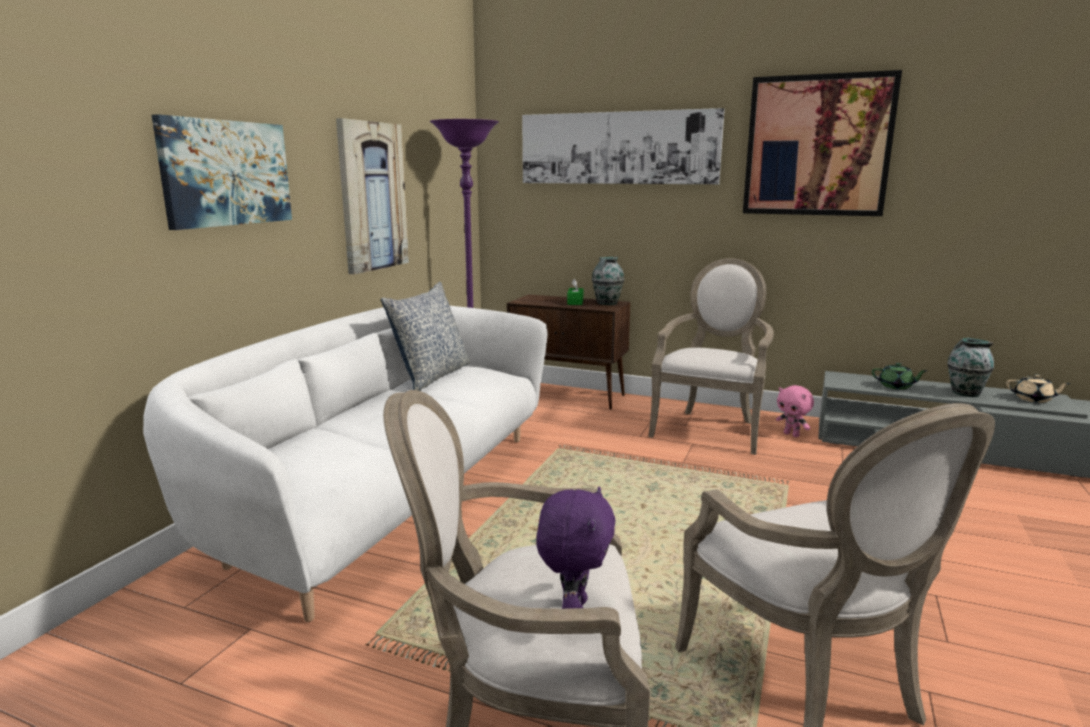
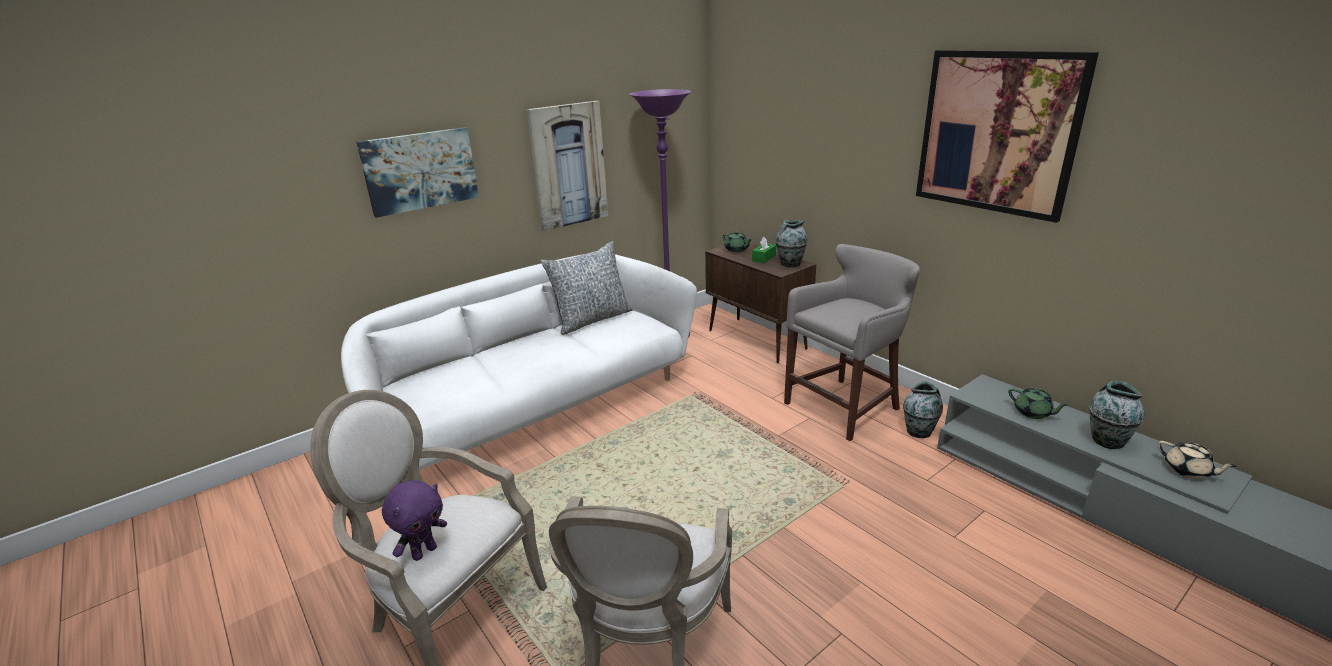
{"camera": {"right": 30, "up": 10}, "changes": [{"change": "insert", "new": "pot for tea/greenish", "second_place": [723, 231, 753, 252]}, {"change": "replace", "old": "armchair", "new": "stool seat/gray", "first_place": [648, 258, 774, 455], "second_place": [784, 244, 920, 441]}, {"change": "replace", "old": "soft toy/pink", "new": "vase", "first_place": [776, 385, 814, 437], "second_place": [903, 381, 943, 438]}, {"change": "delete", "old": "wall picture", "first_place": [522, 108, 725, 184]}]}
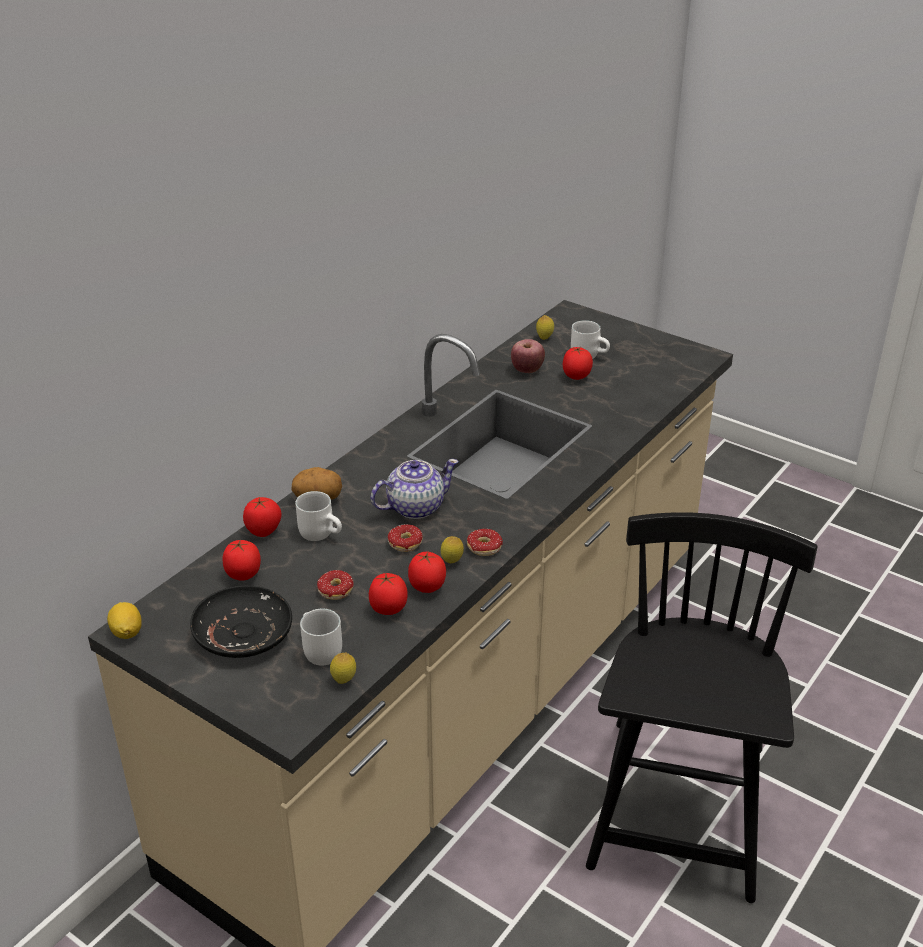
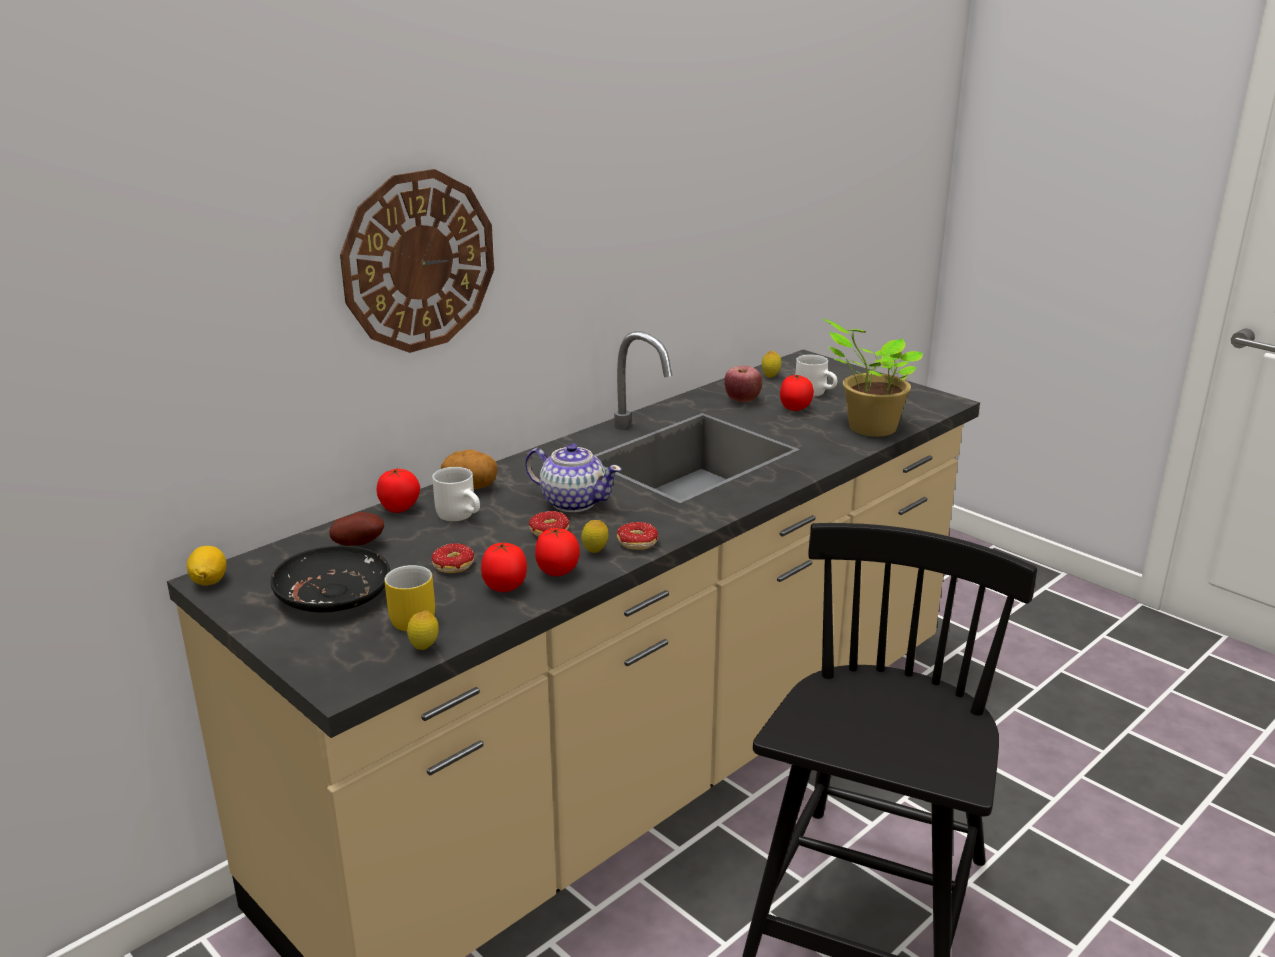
{"camera": {"right": 10, "up": -10}, "changes": [{"change": "replace", "old": "whole tomato", "new": "potato", "first_place": [223, 539, 261, 581], "second_place": [329, 512, 384, 546]}, {"change": "insert", "new": "clock on the wall", "second_place": [340, 169, 494, 353]}, {"change": "recolor", "old": "mug/white-coloured", "new": "mug/yellow", "first_place": [300, 608, 342, 666], "second_place": [384, 565, 435, 631]}, {"change": "rotate", "old": "pot for tea", "first_place": [371, 459, 459, 519], "second_place": [525, 443, 622, 512], "degrees": 45}, {"change": "insert", "new": "plant in a pot", "second_place": [823, 319, 923, 437]}]}
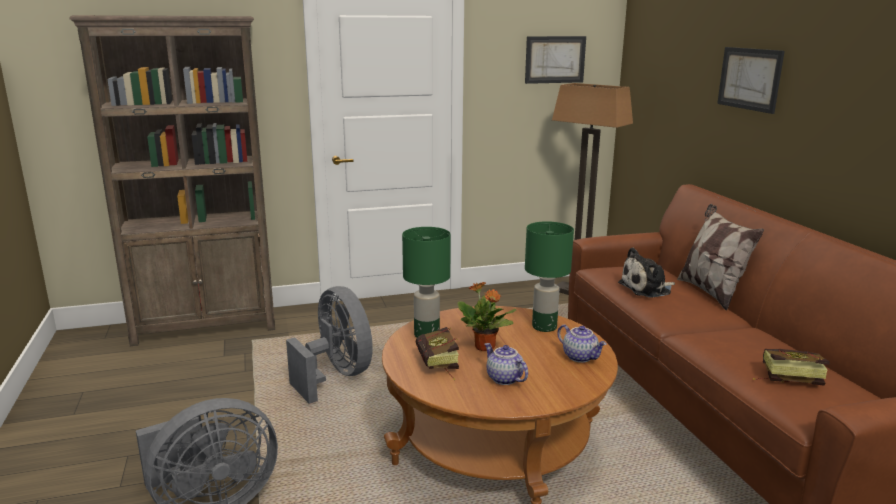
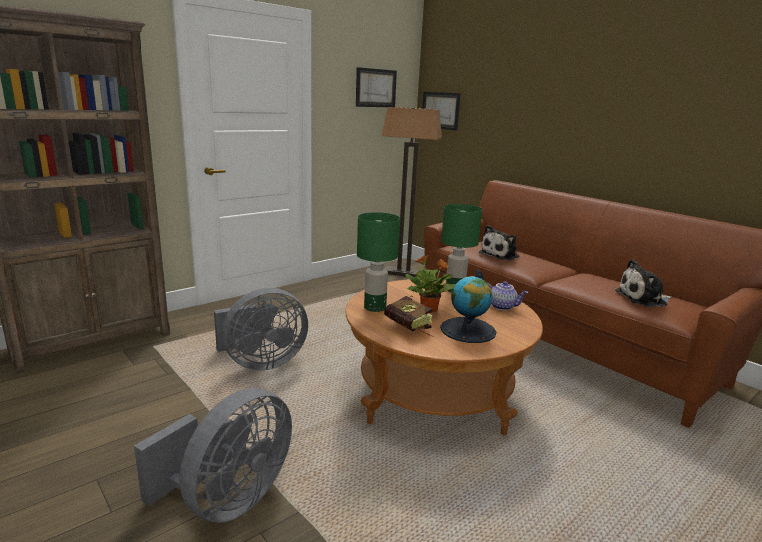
{"camera": {"right": -25, "up": 0}, "changes": [{"change": "rotate", "old": "electric fan/gray", "first_place": [286, 286, 373, 404], "second_place": [214, 288, 308, 371], "degrees": 120}, {"change": "move", "old": "wall picture", "first_place": [717, 47, 785, 114], "second_place": [422, 92, 461, 131]}, {"change": "replace", "old": "pot for tea", "new": "desk globe", "first_place": [485, 343, 528, 385], "second_place": [440, 270, 496, 343]}, {"change": "replace", "old": "book", "new": "soft toy", "first_place": [753, 349, 830, 386], "second_place": [615, 259, 672, 306]}, {"change": "delete", "old": "cushion", "first_place": [677, 204, 764, 311]}]}
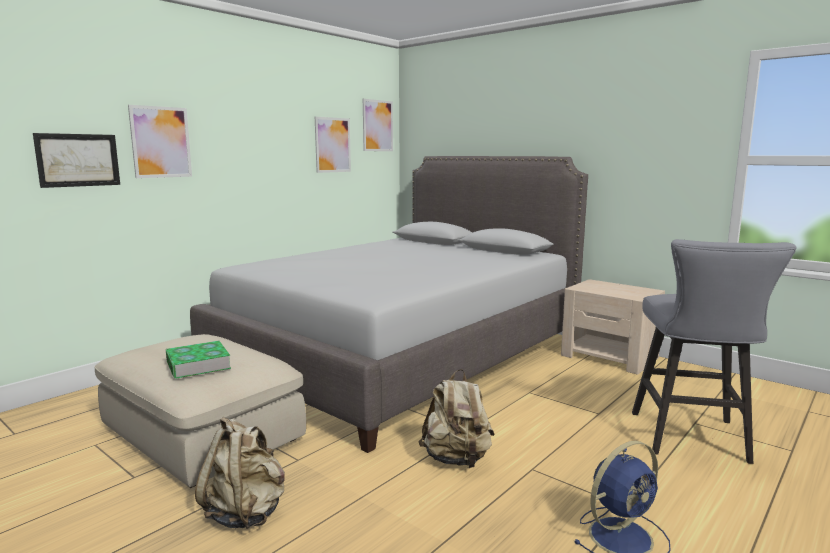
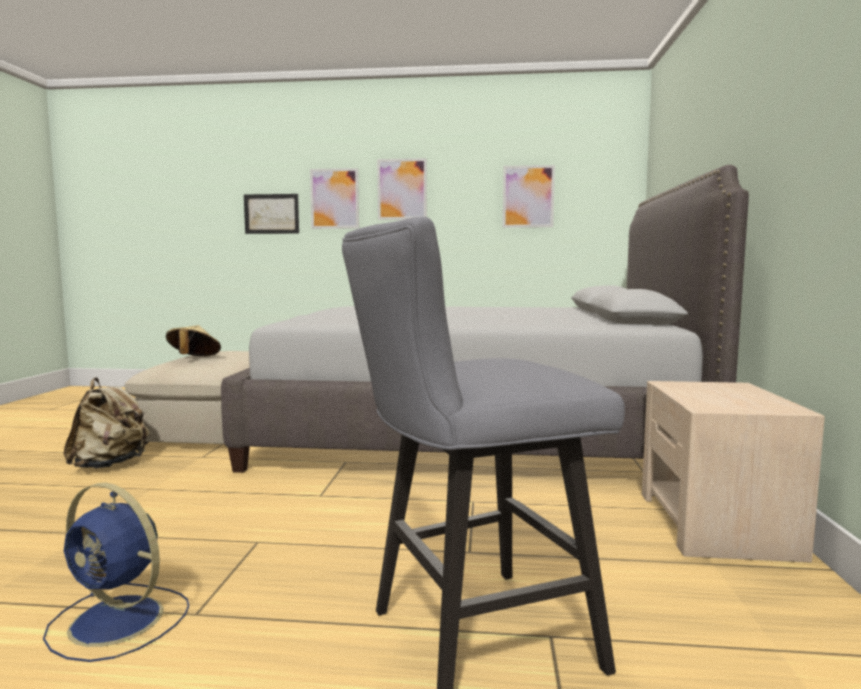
{"camera": {"right": 55, "up": -5}, "changes": [{"change": "replace", "old": "book", "new": "hat/beige", "first_place": [166, 341, 231, 379], "second_place": [166, 325, 221, 356]}, {"change": "move", "old": "wall picture", "first_place": [363, 99, 393, 151], "second_place": [377, 158, 427, 220]}, {"change": "delete", "old": "knapsack/beige", "first_place": [418, 369, 495, 468]}]}
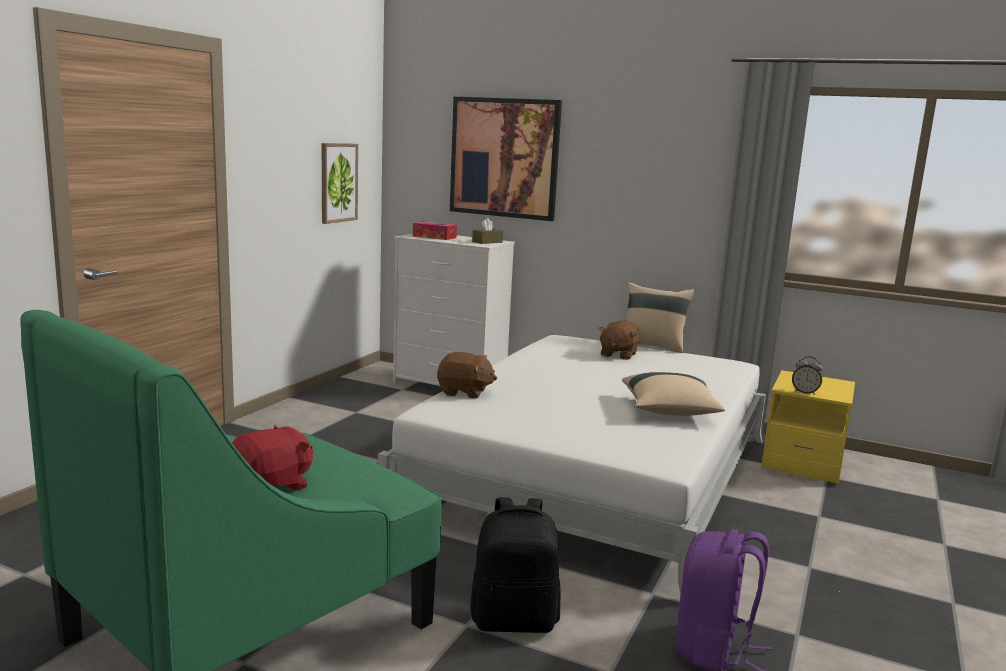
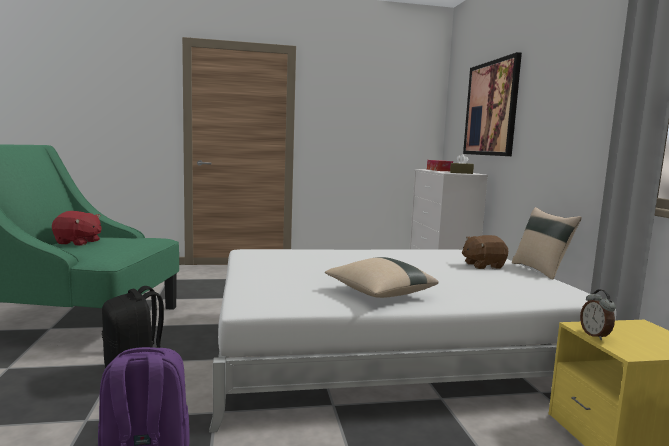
{"camera": {"right": 55, "up": -5}, "changes": [{"change": "delete", "old": "wall picture", "first_place": [322, 143, 358, 224]}, {"change": "delete", "old": "soft toy/brownish", "first_place": [437, 352, 497, 398]}]}
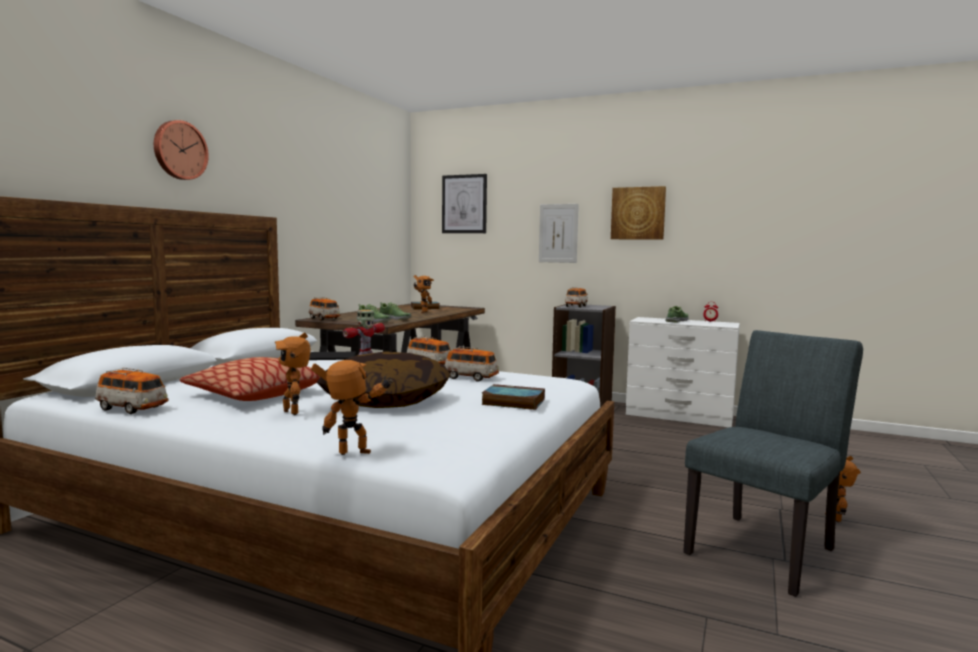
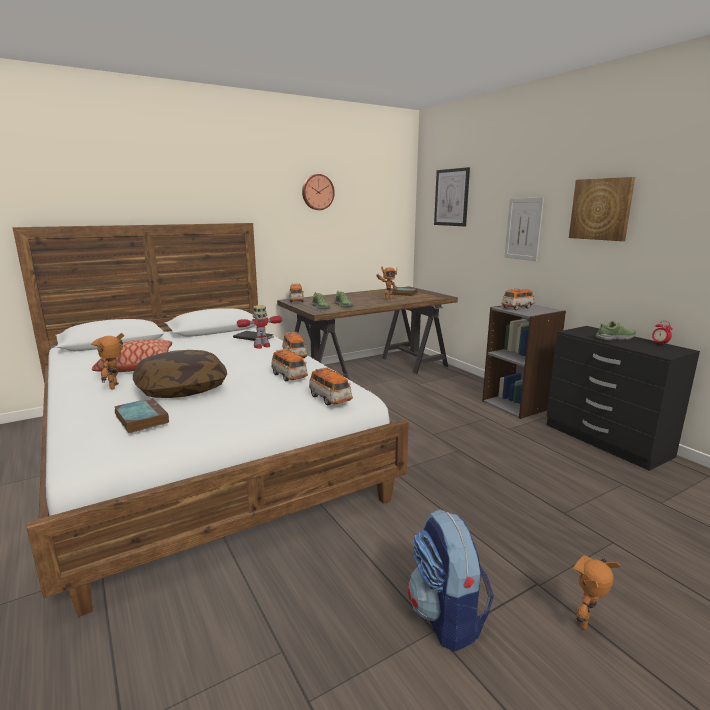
{"camera": {"right": 35, "up": 10}, "changes": [{"change": "move", "old": "book", "first_place": [481, 384, 545, 410], "second_place": [114, 398, 169, 433]}, {"change": "move", "old": "clock on the wall", "first_place": [154, 120, 209, 180], "second_place": [302, 174, 335, 210]}, {"change": "move", "old": "model car", "first_place": [95, 368, 169, 414], "second_place": [309, 367, 353, 405]}, {"change": "replace", "old": "plain chair/gray", "new": "knapsack", "first_place": [683, 330, 863, 597], "second_place": [408, 509, 494, 651]}, {"change": "recolor", "old": "dresser/white-coloured", "new": "dresser/black-coloured", "first_place": [626, 317, 740, 427], "second_place": [546, 326, 700, 471]}, {"change": "delete", "old": "toy robot", "first_place": [311, 360, 393, 455]}]}
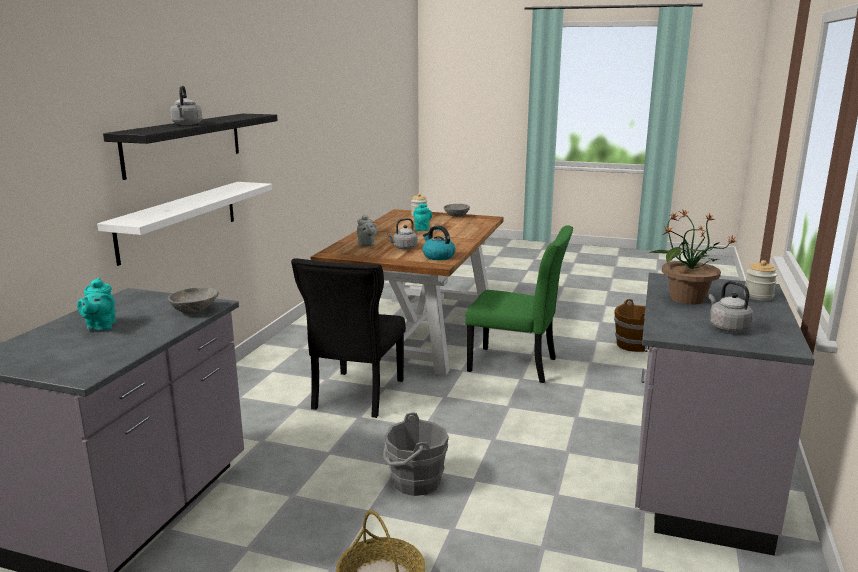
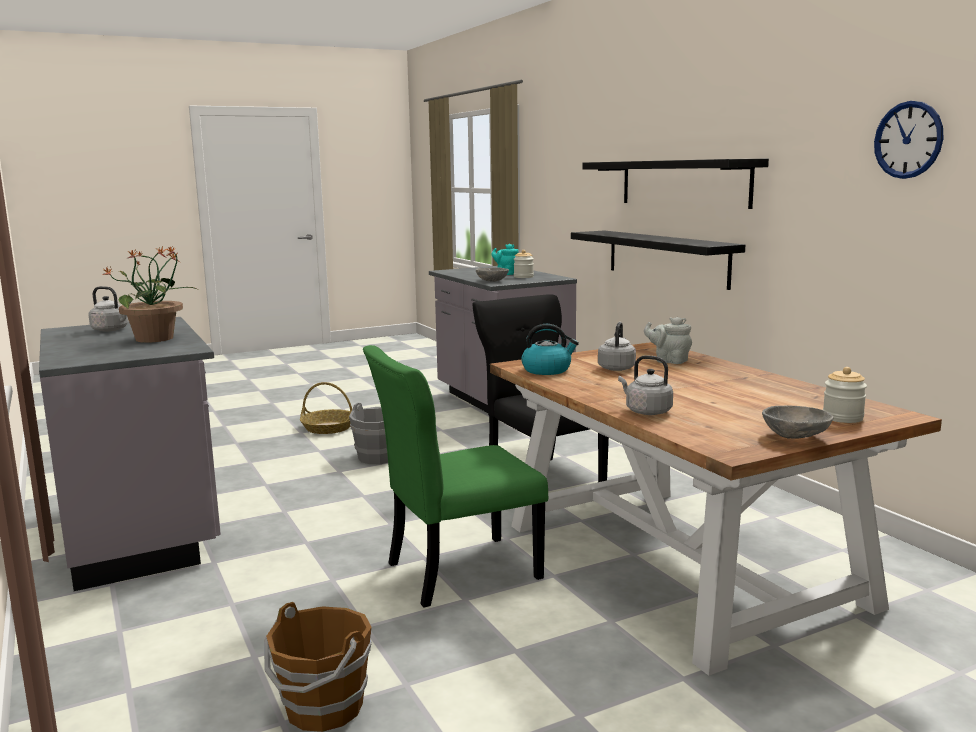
{"camera": {"right": 135, "up": -5}, "changes": [{"change": "move", "old": "preserve jar", "first_place": [744, 260, 778, 301], "second_place": [514, 250, 534, 278]}, {"change": "recolor", "old": "shelf/white-coloured", "new": "shelf/black-coloured", "first_place": [97, 182, 272, 266], "second_place": [571, 231, 745, 290]}, {"change": "move", "old": "kettle/gray", "first_place": [170, 86, 202, 125], "second_place": [618, 355, 673, 415]}, {"change": "insert", "new": "clock on the wall", "second_place": [874, 101, 944, 179]}, {"change": "delete", "old": "pot for tea/turquoise", "first_place": [413, 203, 432, 231]}]}
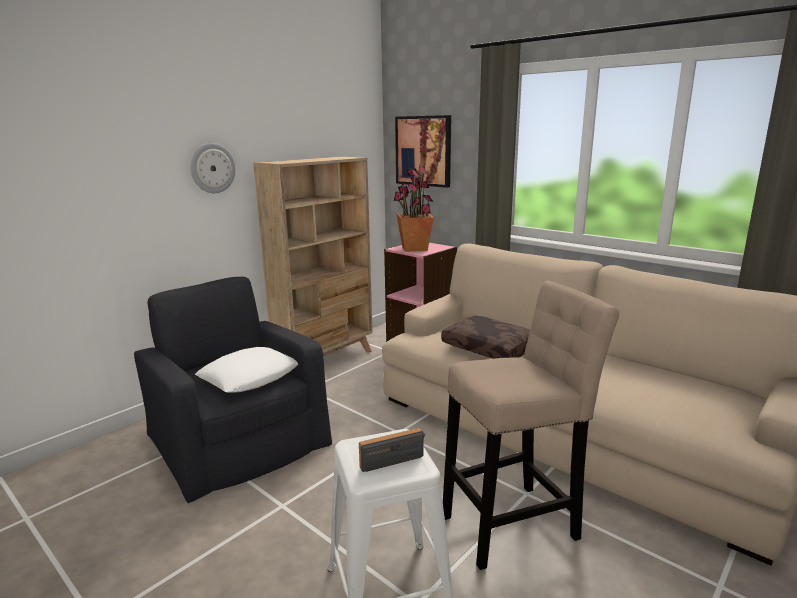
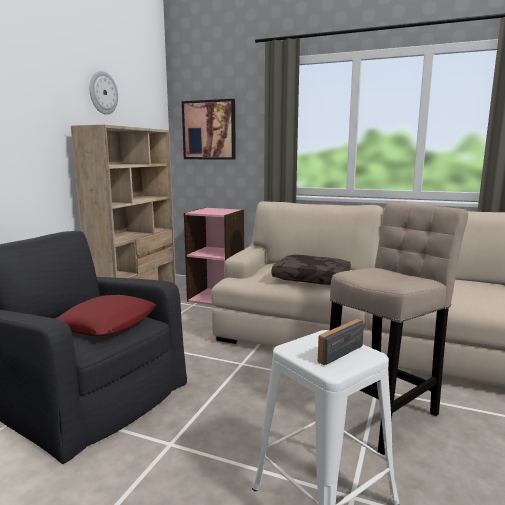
{"camera": {"right": -20, "up": -5}, "changes": [{"change": "recolor", "old": "cushion/white-coloured", "new": "cushion/red-coloured", "first_place": [195, 347, 298, 393], "second_place": [57, 295, 156, 336]}, {"change": "move", "old": "clock on the wall", "first_place": [190, 143, 236, 193], "second_place": [90, 71, 118, 115]}, {"change": "delete", "old": "plant in a pot", "first_place": [394, 166, 434, 252]}]}
